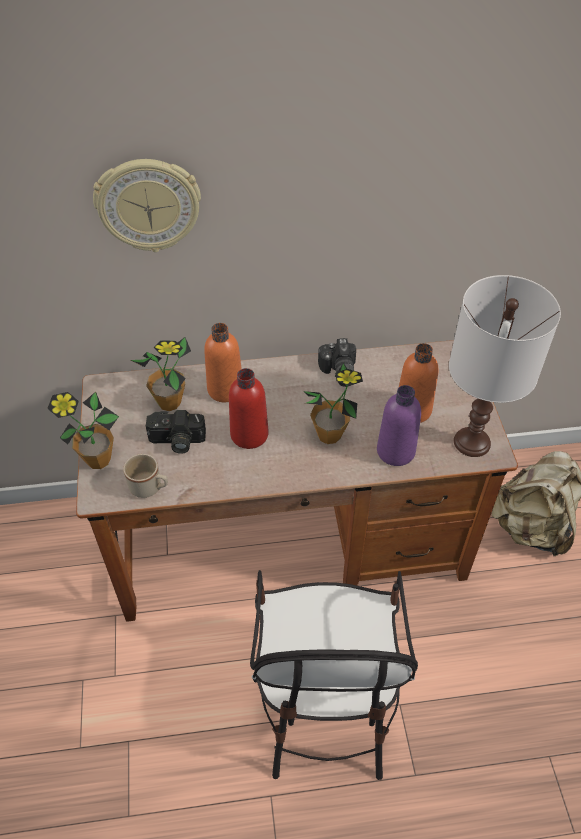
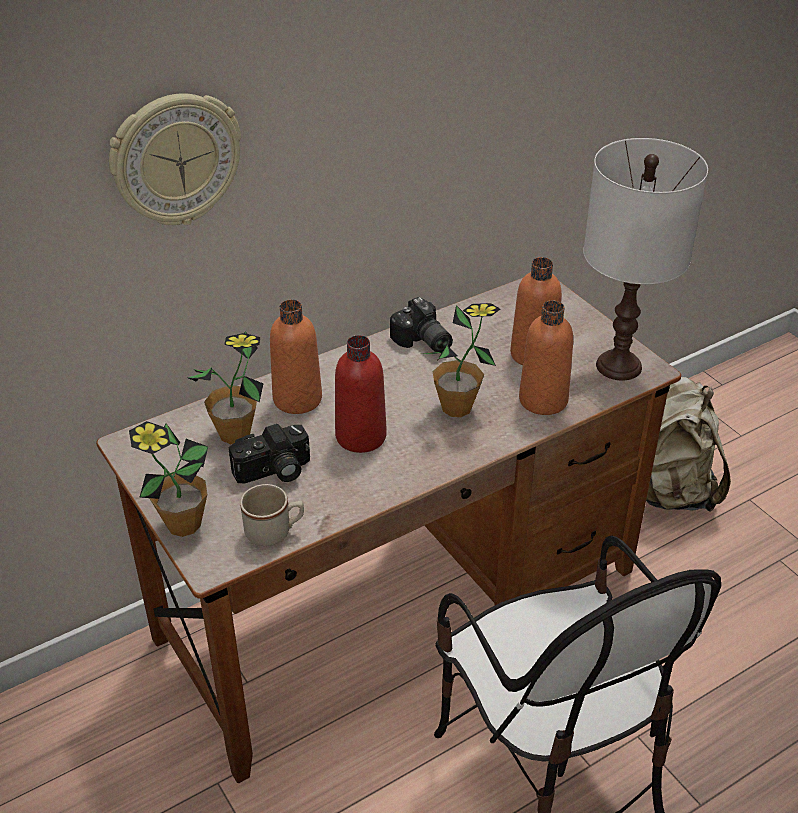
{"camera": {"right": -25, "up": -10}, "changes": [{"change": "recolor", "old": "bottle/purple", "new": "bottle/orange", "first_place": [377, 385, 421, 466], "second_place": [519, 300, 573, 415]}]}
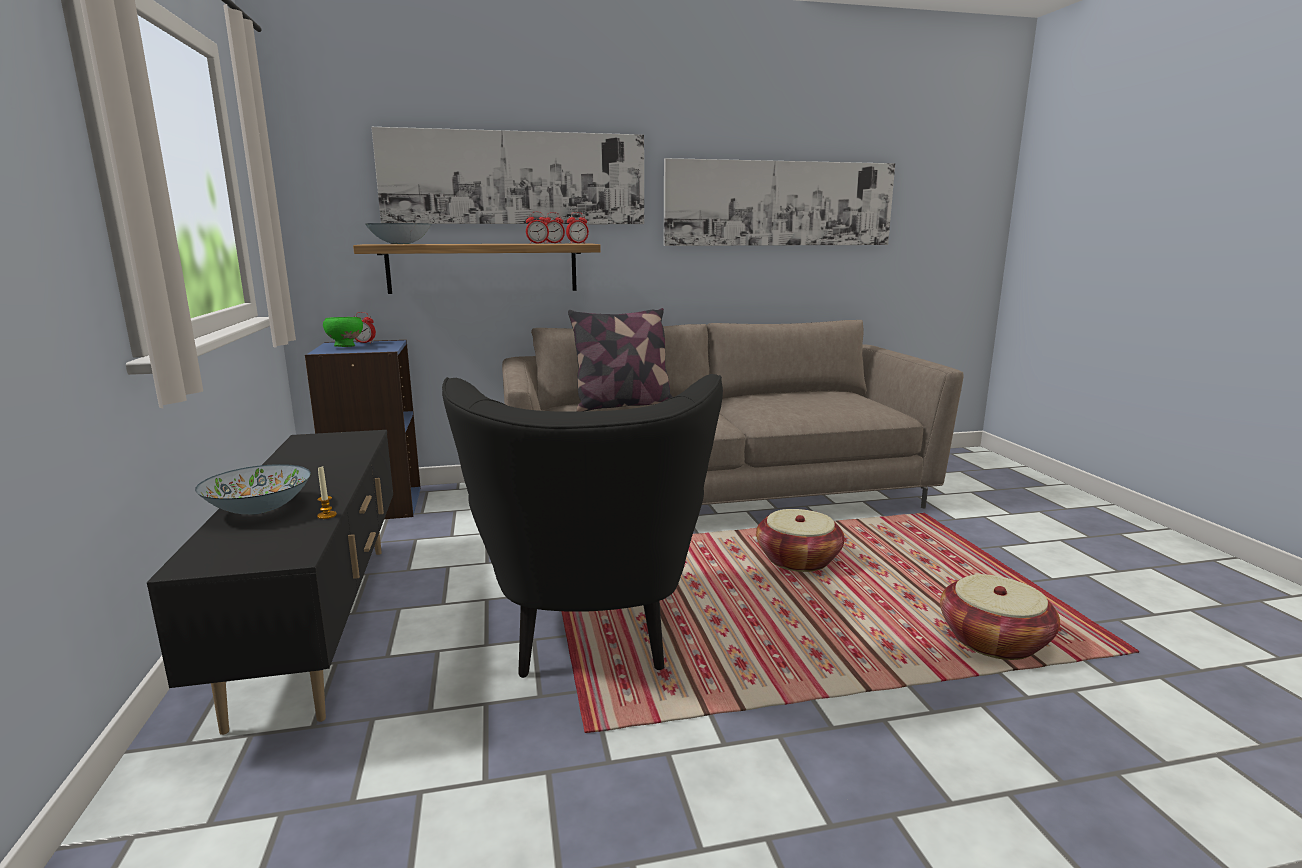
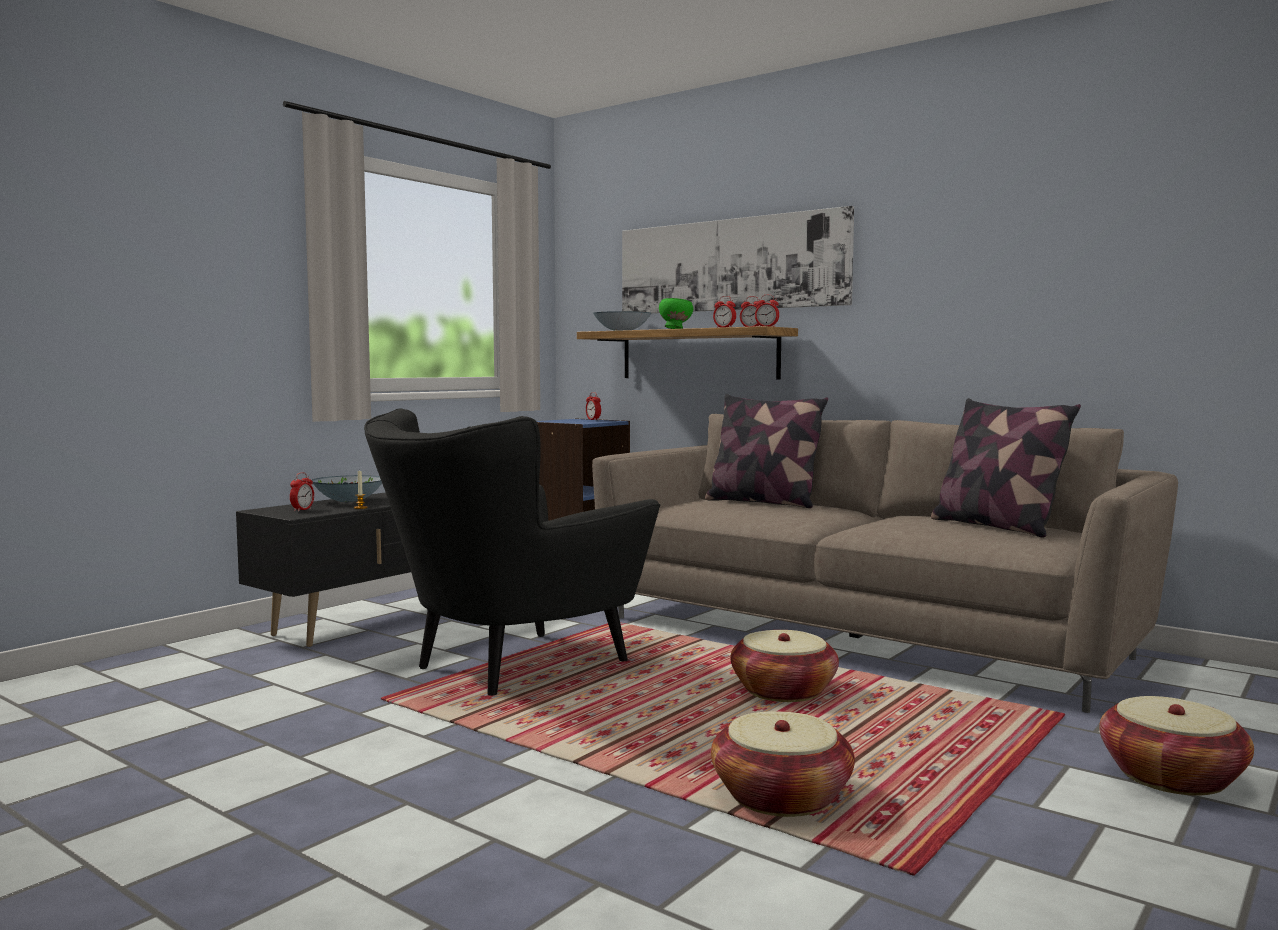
{"camera": {"right": 50, "up": -10}, "changes": [{"change": "insert", "new": "bedside clock", "second_place": [290, 472, 314, 512]}, {"change": "move", "old": "bowl/greenish", "first_place": [323, 317, 363, 347], "second_place": [659, 298, 693, 329]}, {"change": "insert", "new": "cushion", "second_place": [931, 398, 1081, 538]}, {"change": "insert", "new": "storage basket", "second_place": [1099, 696, 1254, 796]}, {"change": "delete", "old": "wall picture", "first_place": [664, 158, 895, 246]}]}
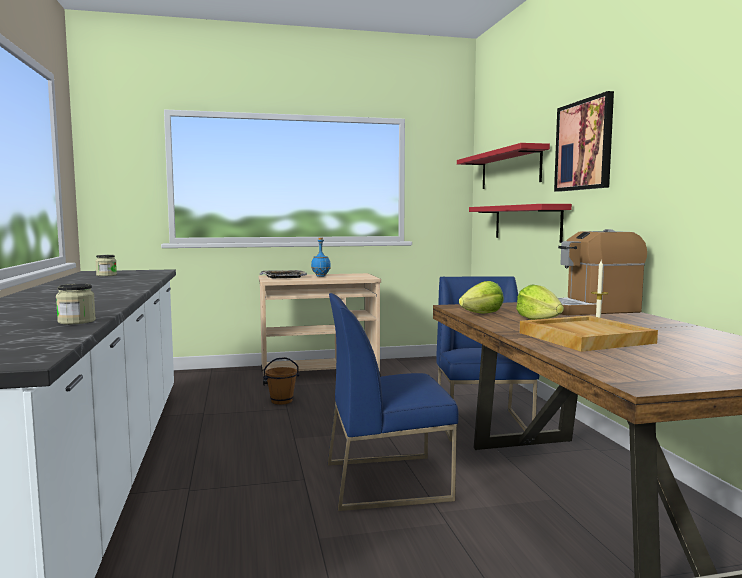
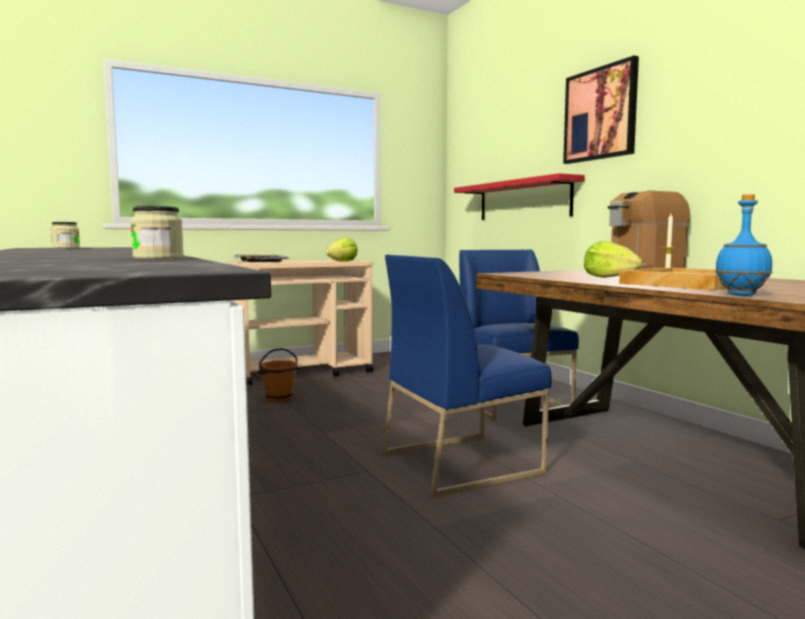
{"camera": {"right": -15, "up": 0}, "changes": [{"change": "move", "old": "lettuce head", "first_place": [459, 281, 504, 314], "second_place": [326, 238, 358, 261]}, {"change": "move", "old": "bottle/blue", "first_place": [311, 237, 331, 277], "second_place": [715, 194, 772, 296]}, {"change": "delete", "old": "shelf/red-coloured", "first_place": [457, 143, 550, 189]}]}
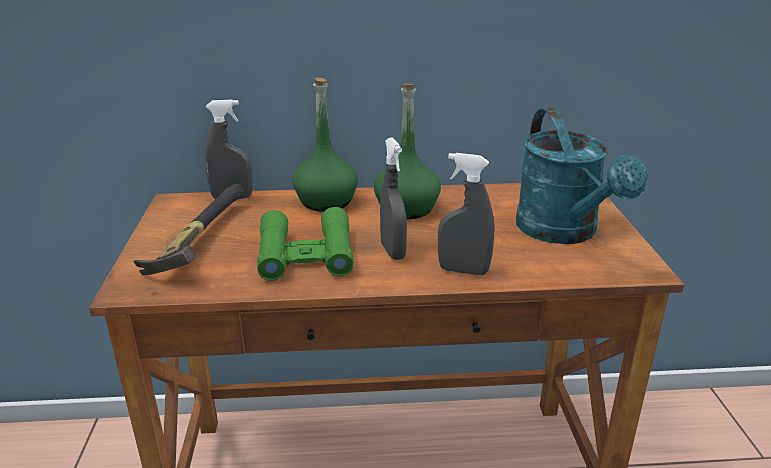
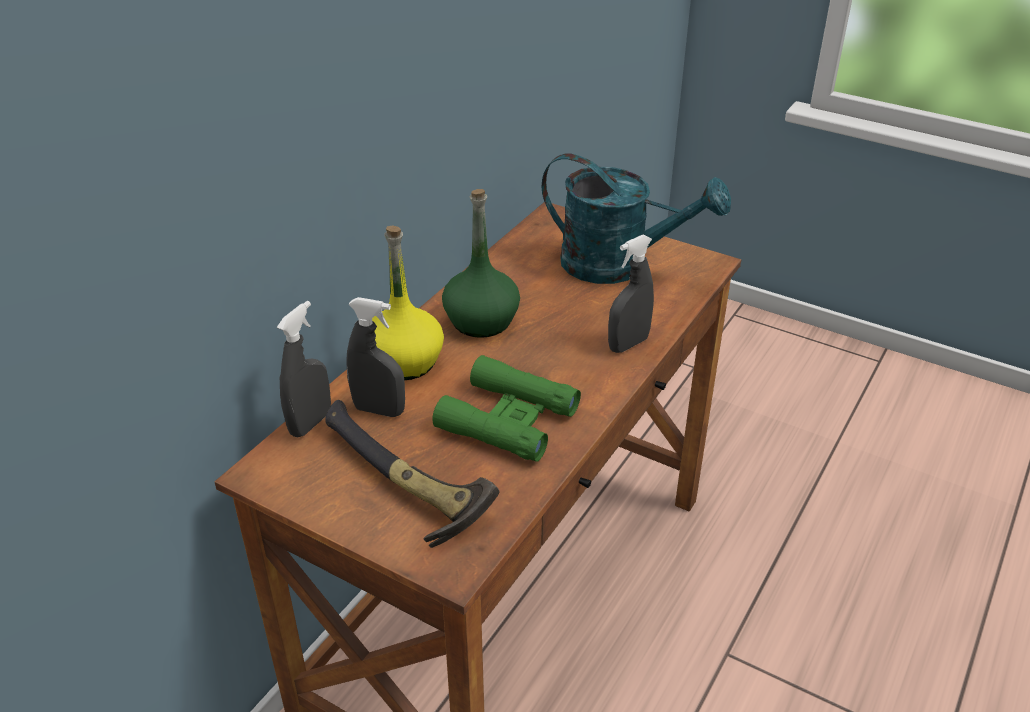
{"camera": {"right": -55, "up": 10}, "changes": [{"change": "move", "old": "sprayer/gray", "first_place": [380, 137, 407, 260], "second_place": [346, 297, 405, 417]}, {"change": "recolor", "old": "bottle/greenish", "new": "bottle/yellow", "first_place": [292, 78, 358, 212], "second_place": [372, 226, 444, 380]}]}
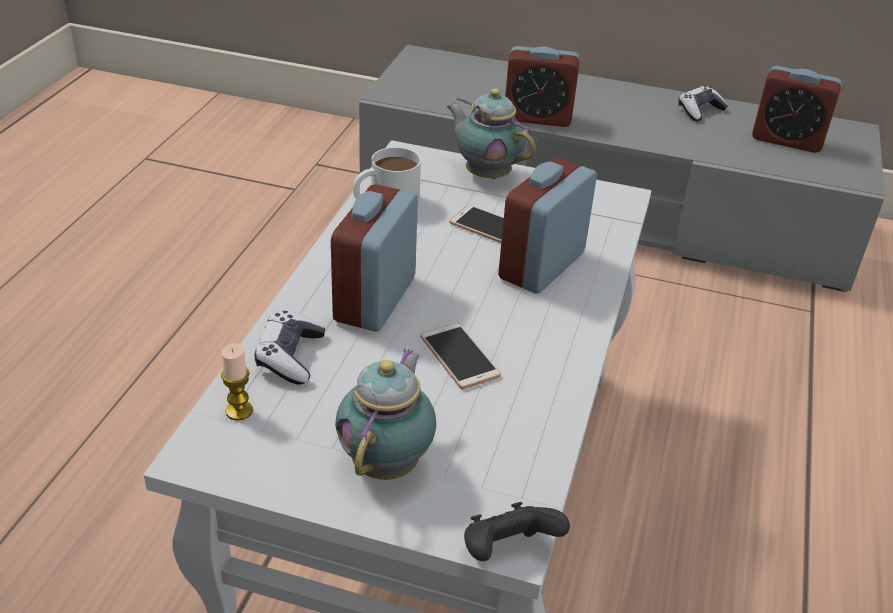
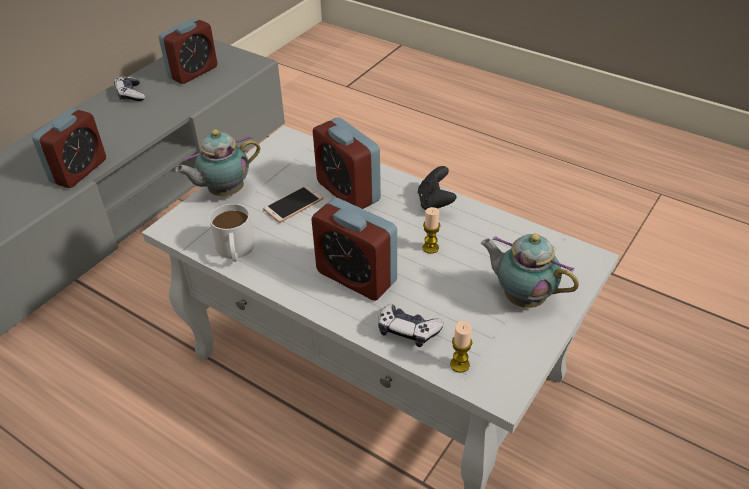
{"camera": {"right": -70, "up": 5}, "changes": [{"change": "move", "old": "joypad/black-coloured", "first_place": [464, 502, 570, 561], "second_place": [418, 166, 456, 210]}, {"change": "replace", "old": "telephone", "new": "wax light", "first_place": [420, 323, 501, 389], "second_place": [423, 207, 440, 254]}]}
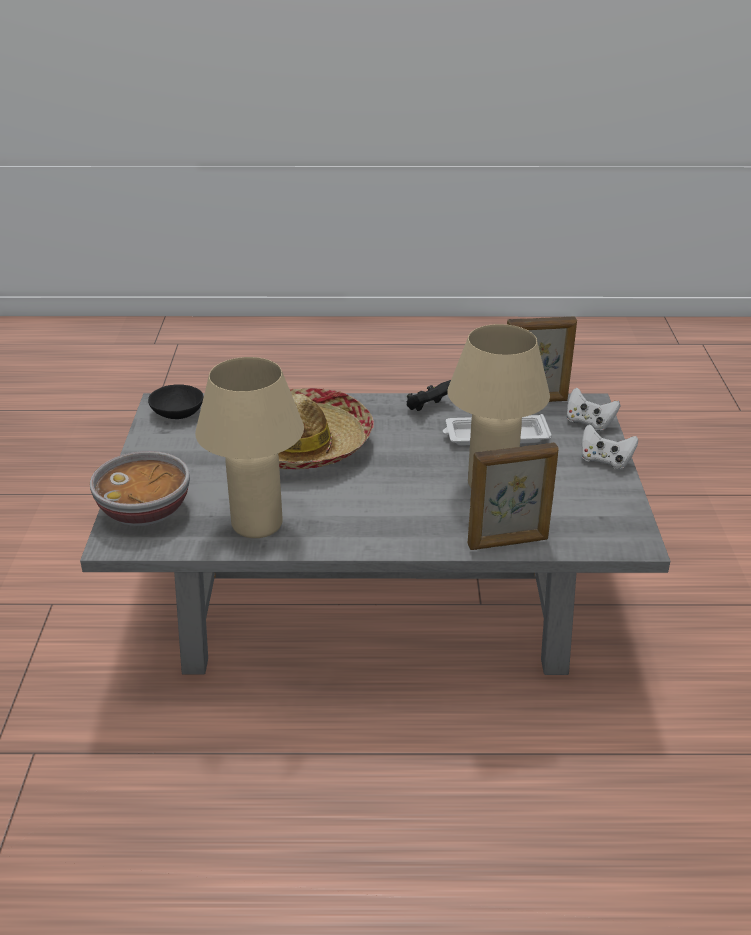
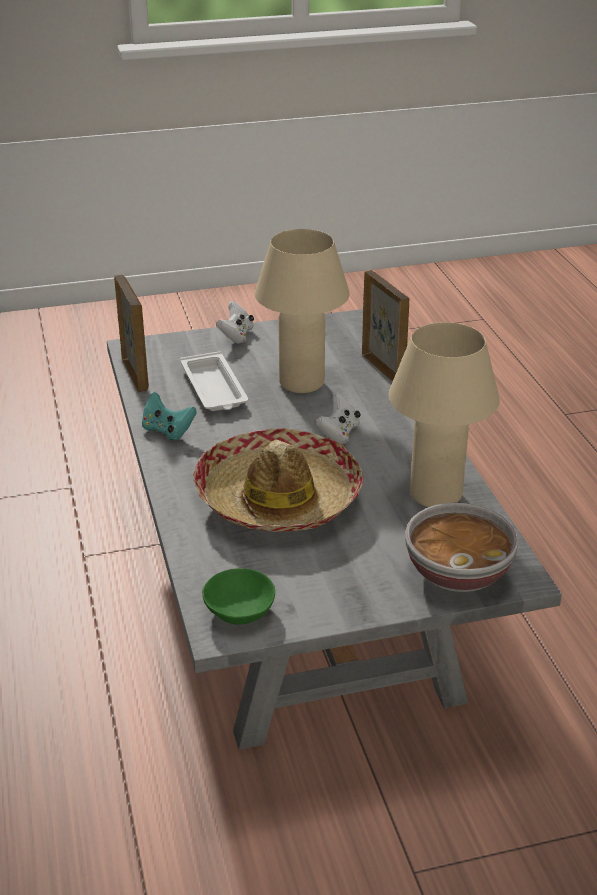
{"camera": {"right": -105, "up": 0}, "changes": [{"change": "recolor", "old": "joypad/black-coloured", "new": "joypad/turquoise", "first_place": [407, 380, 451, 411], "second_place": [142, 392, 197, 440]}, {"change": "recolor", "old": "bowl/black-coloured", "new": "bowl/greenish", "first_place": [148, 384, 204, 419], "second_place": [202, 568, 275, 625]}, {"change": "move", "old": "joypad/white-coloured", "first_place": [566, 387, 620, 431], "second_place": [315, 392, 361, 444]}]}
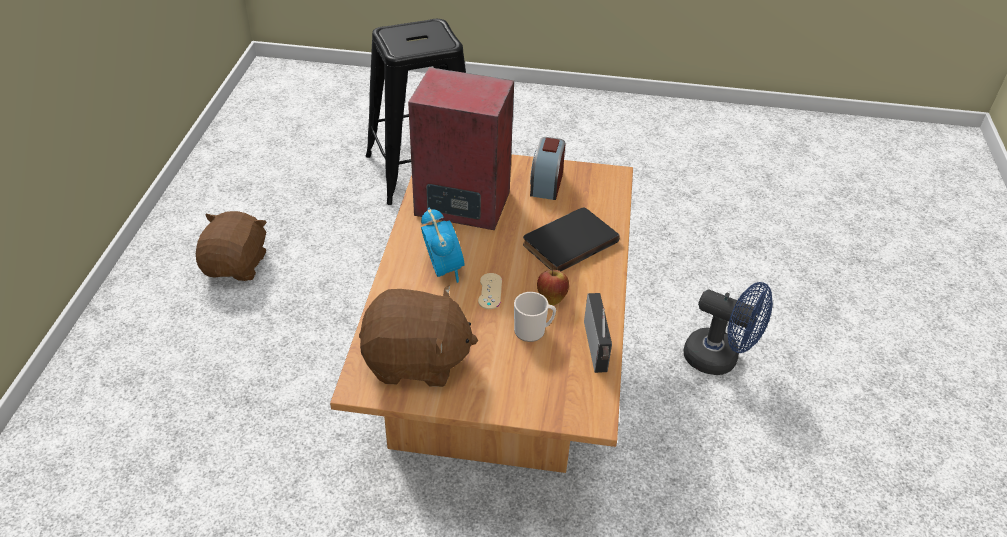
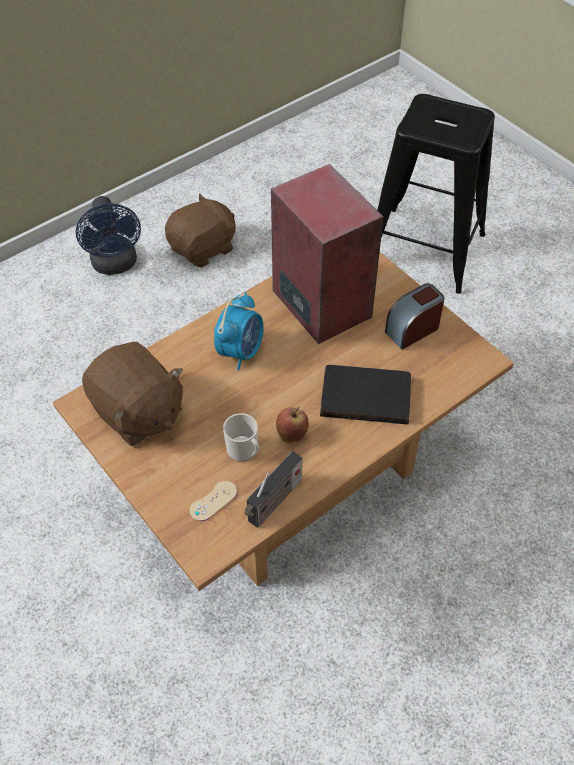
{"camera": {"right": 45, "up": 10}, "changes": [{"change": "move", "old": "electric fan/blue", "first_place": [684, 282, 773, 375], "second_place": [76, 196, 141, 275]}, {"change": "move", "old": "joypad/beige", "first_place": [478, 273, 502, 309], "second_place": [190, 481, 237, 521]}]}
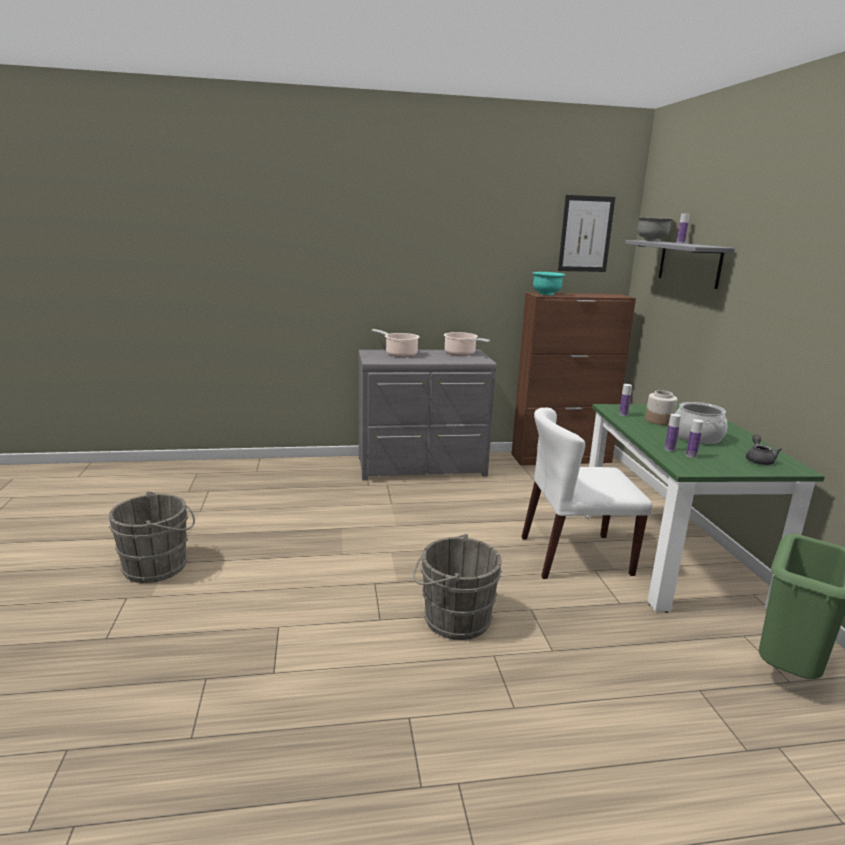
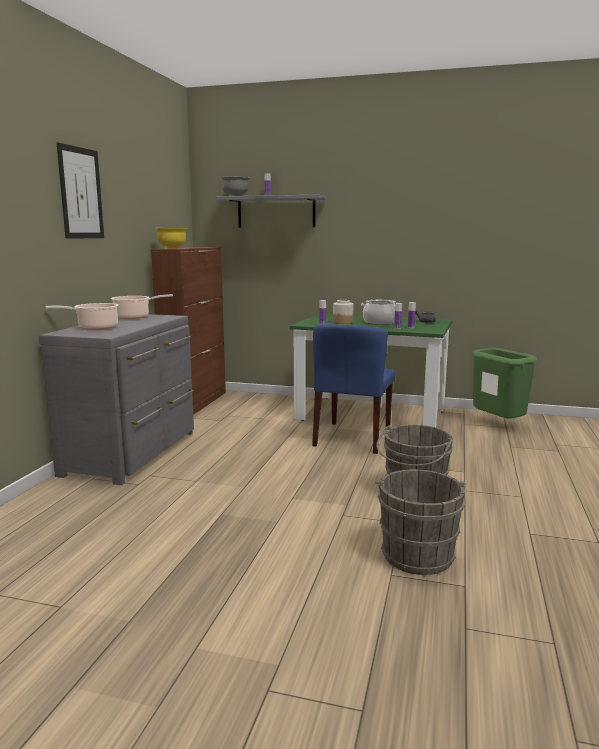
{"camera": {"right": -65, "up": -5}, "changes": [{"change": "move", "old": "wall picture", "first_place": [558, 195, 615, 272], "second_place": [57, 142, 104, 239]}, {"change": "recolor", "old": "bowl/turquoise", "new": "bowl/yellow", "first_place": [532, 272, 566, 295], "second_place": [155, 228, 188, 249]}, {"change": "recolor", "old": "plain chair/white-coloured", "new": "plain chair/blue", "first_place": [522, 407, 652, 579], "second_place": [312, 324, 396, 454]}, {"change": "move", "old": "pail/gray", "first_place": [109, 491, 195, 583], "second_place": [375, 469, 466, 575]}]}
